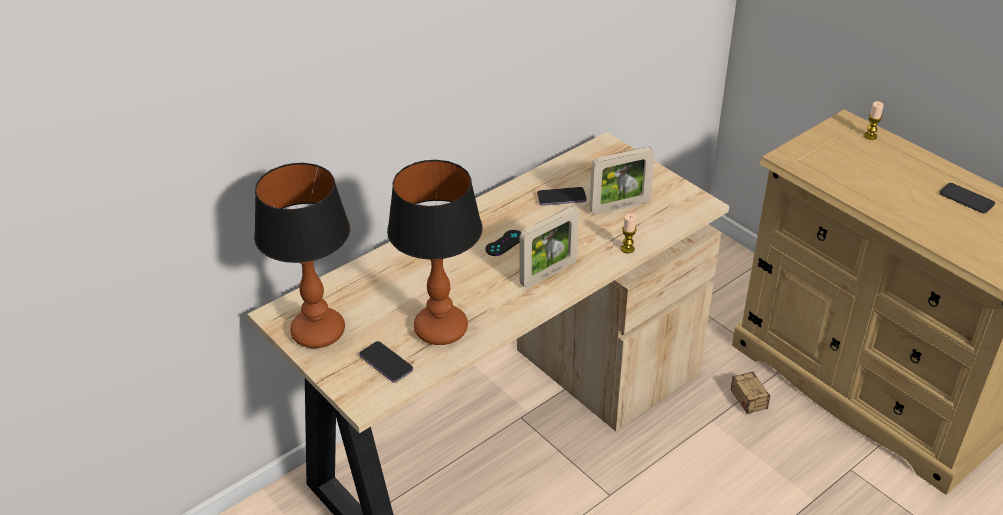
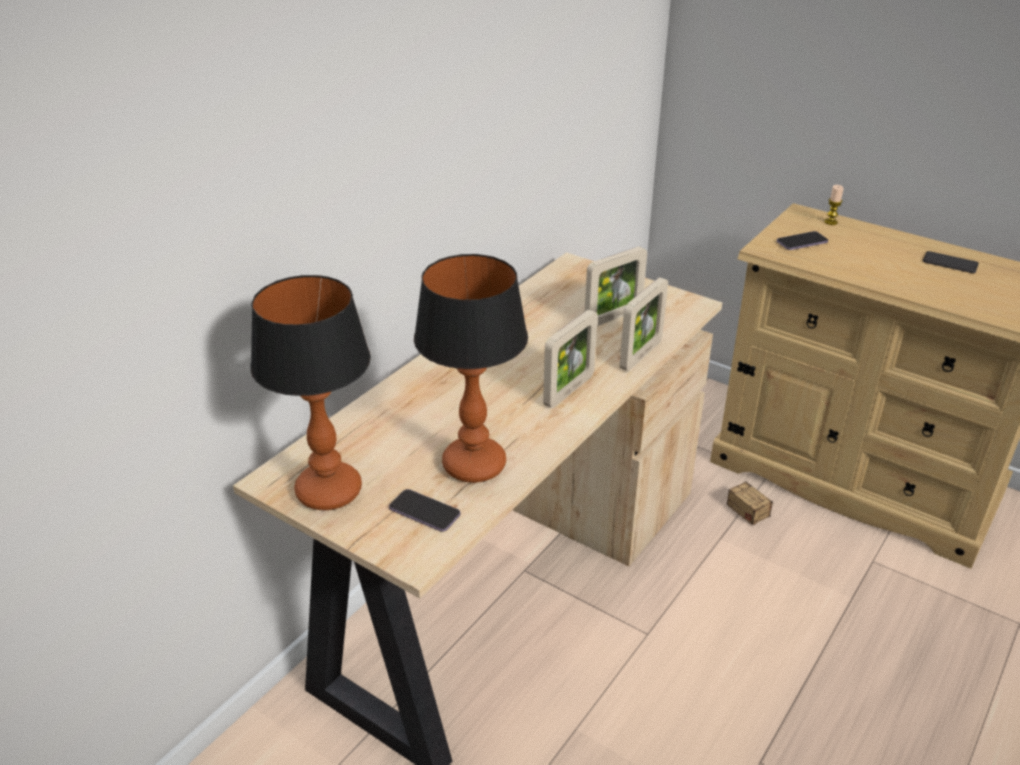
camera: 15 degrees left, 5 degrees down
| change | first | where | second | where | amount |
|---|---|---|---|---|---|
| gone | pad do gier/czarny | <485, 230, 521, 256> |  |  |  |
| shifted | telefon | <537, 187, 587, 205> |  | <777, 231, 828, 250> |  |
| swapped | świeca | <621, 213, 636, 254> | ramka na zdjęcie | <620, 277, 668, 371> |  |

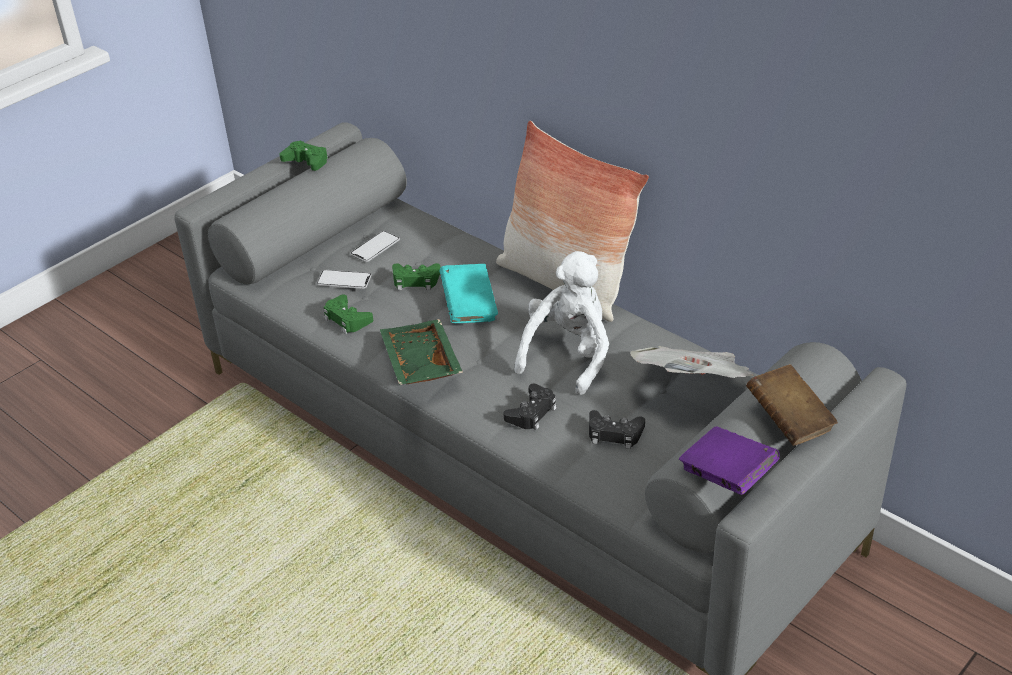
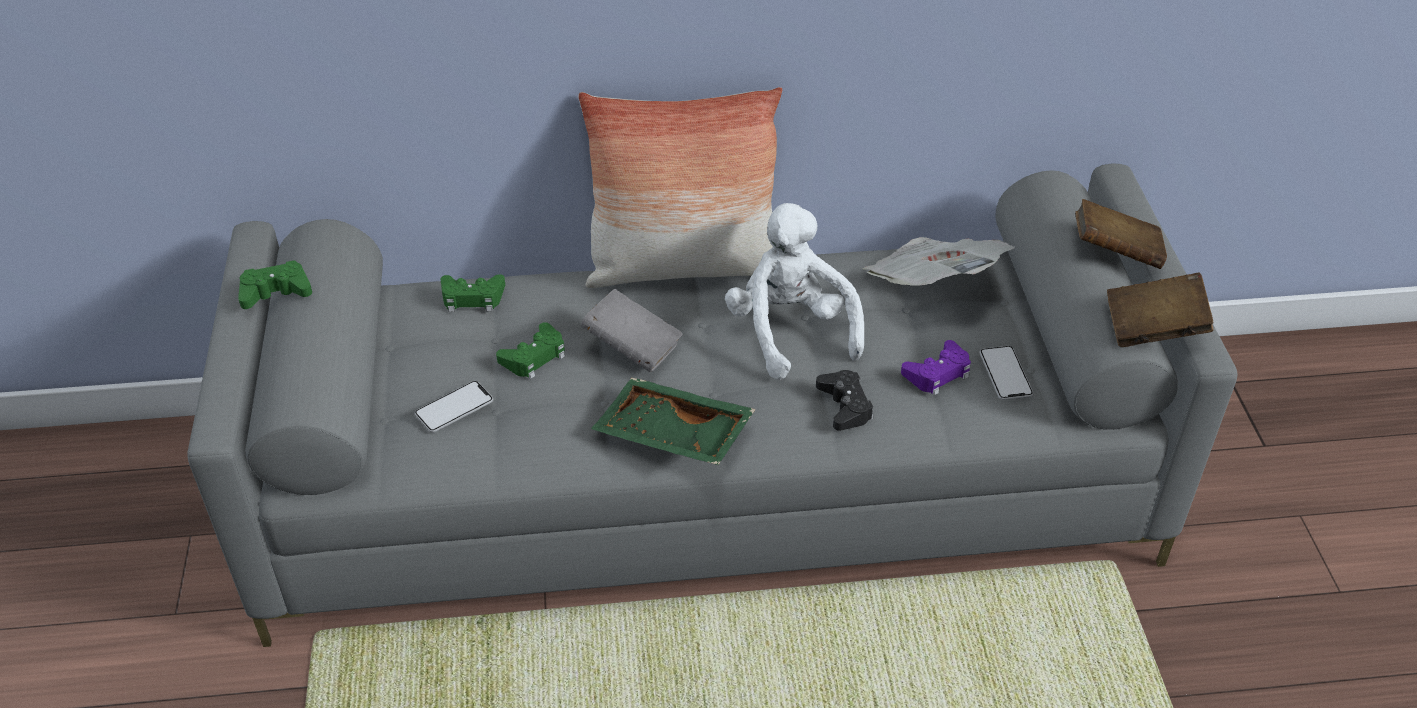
camera: 50 degrees left, 5 degrees up
| change | first | where | second | where | amount |
|---|---|---|---|---|---|
| shifted | pad do gier/zielony | <324, 295, 373, 334> |  | <441, 274, 505, 312> |  |
| shifted | telefon | <350, 231, 400, 262> |  | <979, 346, 1033, 400> |  |
| repainted | książka/turkusowy | <439, 264, 498, 323> | książka/szary | <581, 289, 683, 373> |  |
| repainted | pad do gier/czarny | <589, 410, 645, 449> | pad do gier/fioletowy | <901, 340, 971, 395> |  |
| repainted | książka/fioletowy | <679, 426, 780, 495> | książka/brązowy | <1107, 273, 1214, 347> |  |

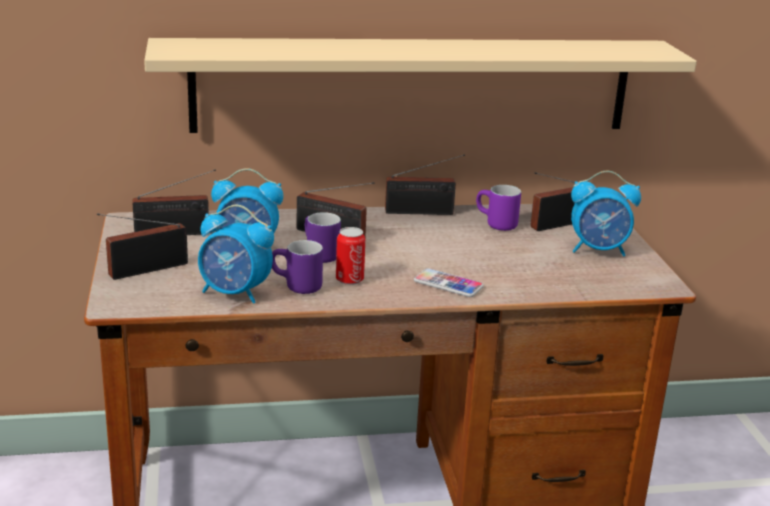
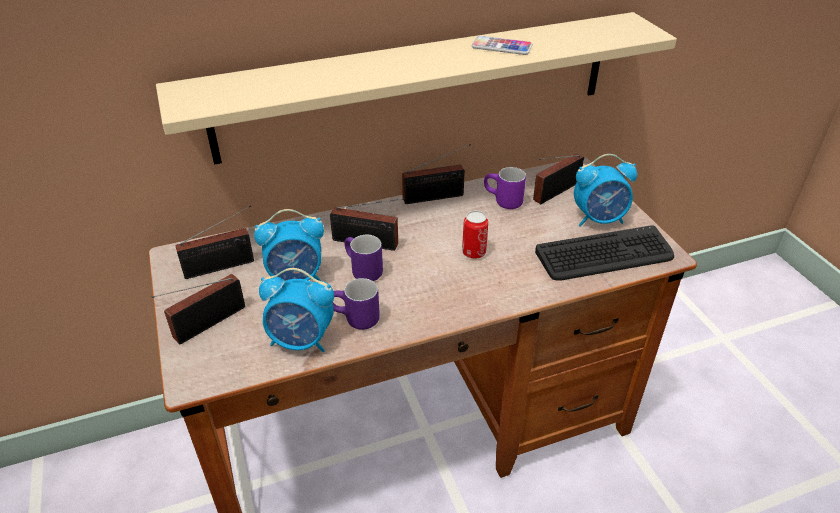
camera: 10 degrees left, 15 degrees up
| change | first | where | second | where | amount |
|---|---|---|---|---|---|
| shifted | puszka | <336, 227, 365, 285> |  | <462, 211, 488, 259> |  |
| shifted | telefon | <414, 268, 484, 297> |  | <472, 36, 533, 55> |  |
| new |  |  | klawiatura | <535, 225, 674, 281> |  |

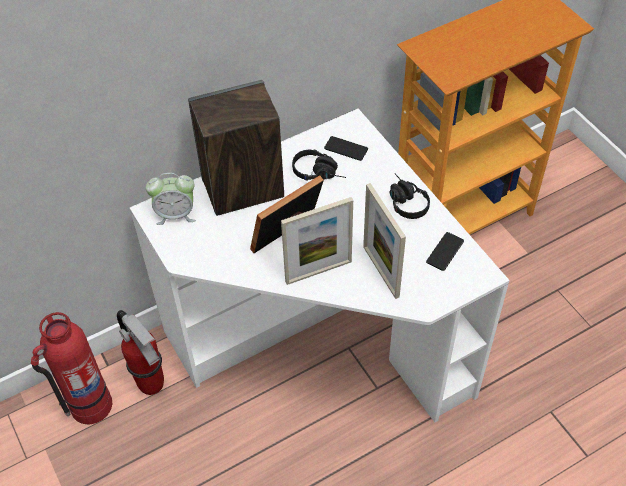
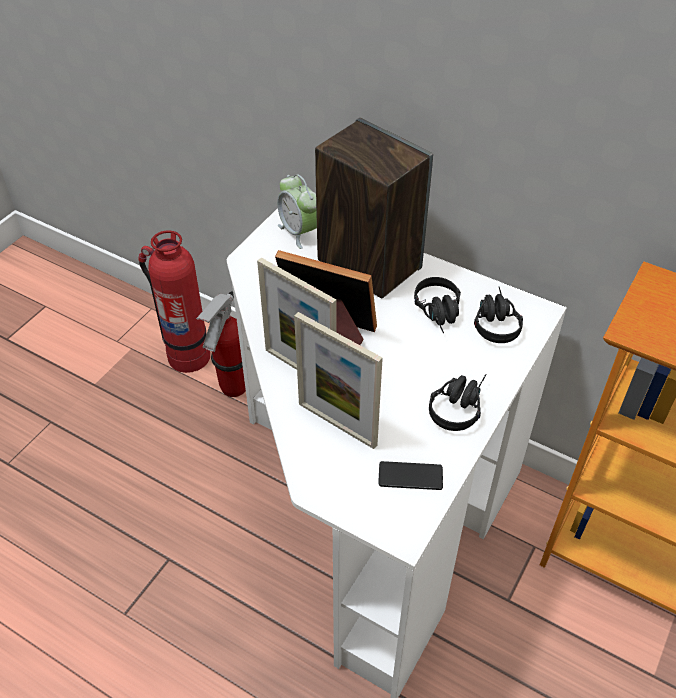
camera: 60 degrees right, 5 degrees down
| change | first | where | second | where | amount |
|---|---|---|---|---|---|
| swapped | telefon | <324, 136, 368, 161> | słuchawki/czarny | <474, 287, 523, 343> |  |
| rotated | ramka na zdjęcie | <363, 183, 406, 299> |  | <294, 312, 383, 449> | 90 degrees counterclockwise |

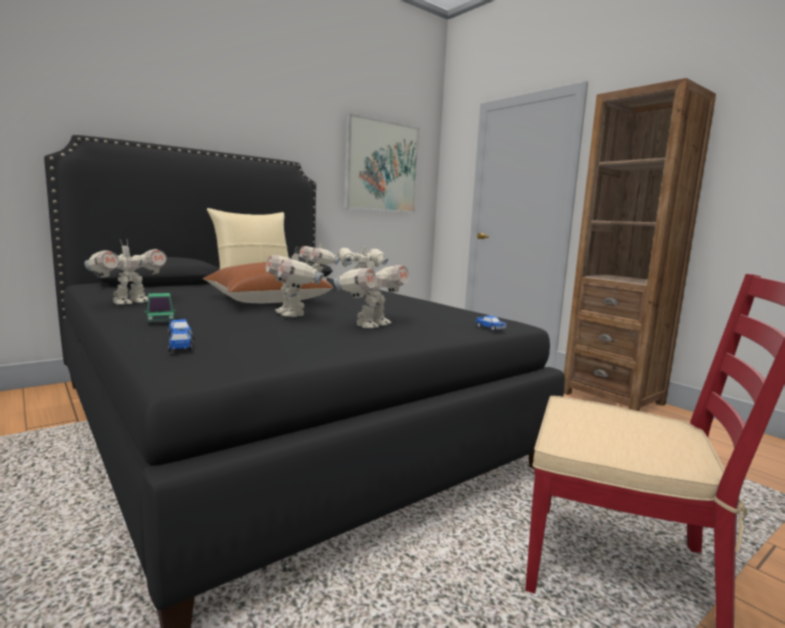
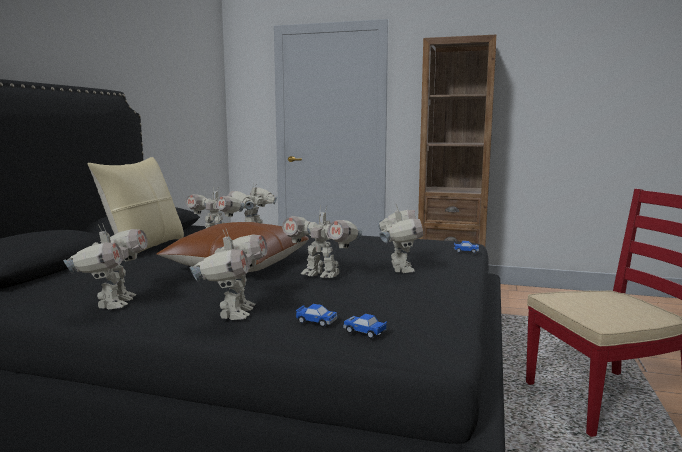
camera: 35 degrees left, 0 degrees up
| change | first | where | second | where | amount |
|---|---|---|---|---|---|
| swapped | samochodzik | <144, 293, 176, 323> | robot zabawkowy | <189, 229, 267, 320> |  |
| gone | obraz | <344, 113, 420, 213> |  |  |  |

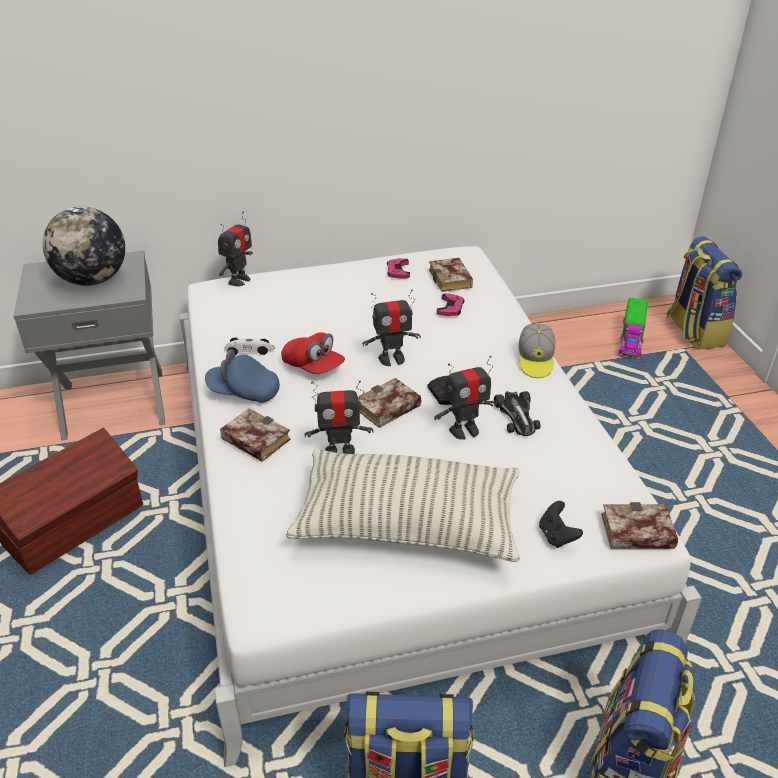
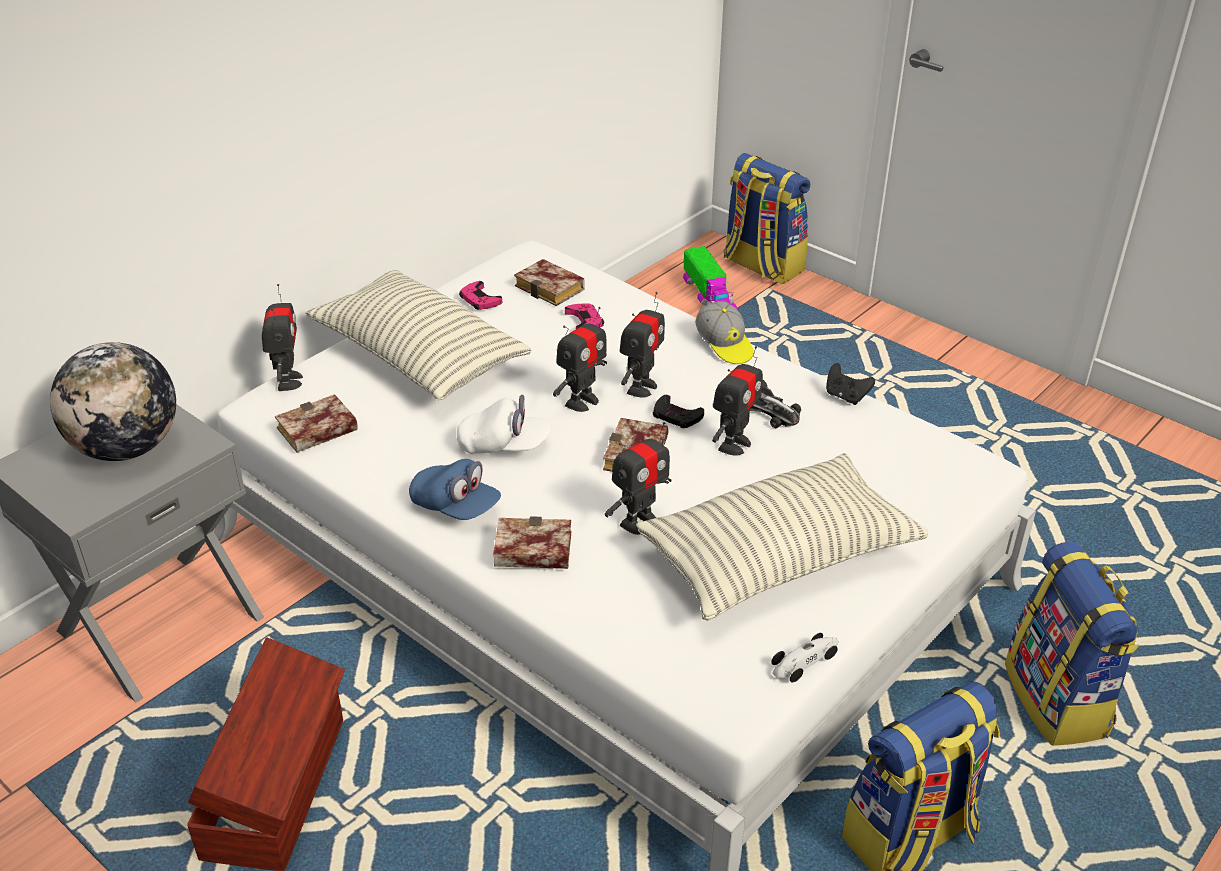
camera: 35 degrees left, 0 degrees up
| change | first | where | second | where | amount |
|---|---|---|---|---|---|
| rotated | czapka z daszkiem/niebieski | <205, 349, 280, 403> |  | <409, 459, 501, 520> | 120 degrees counterclockwise |
| shifted | samochodzik | <224, 338, 275, 355> |  | <771, 633, 838, 682> |  |
| repainted | czapka z daszkiem/czerwony | <281, 332, 345, 374> | czapka z daszkiem/biały | <457, 395, 550, 454> |  |
| shifted | pad do gier/czarny | <539, 501, 583, 548> |  | <826, 363, 875, 405> |  |
| shifted | książka | <601, 502, 678, 549> |  | <275, 394, 358, 453> |  |
| new |  |  | poduszka | <306, 270, 531, 400> |  |
| new |  |  | robot zabawkowy | <620, 292, 665, 398> |  |

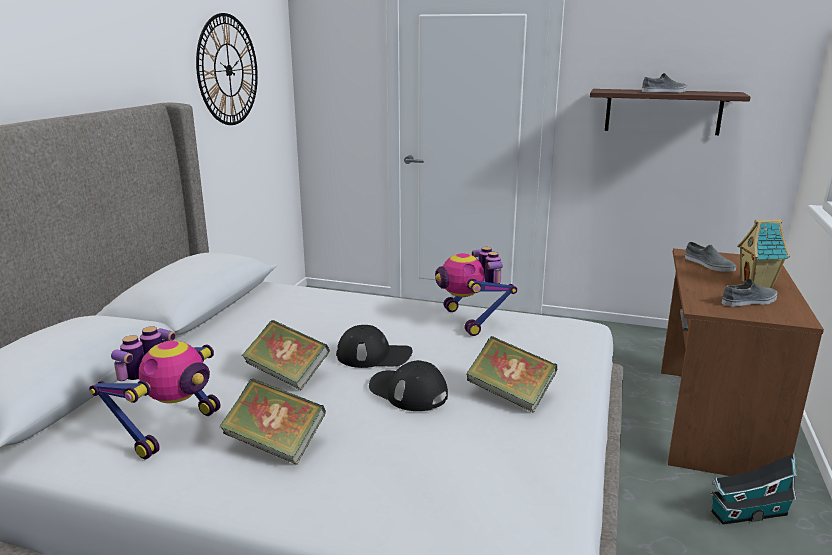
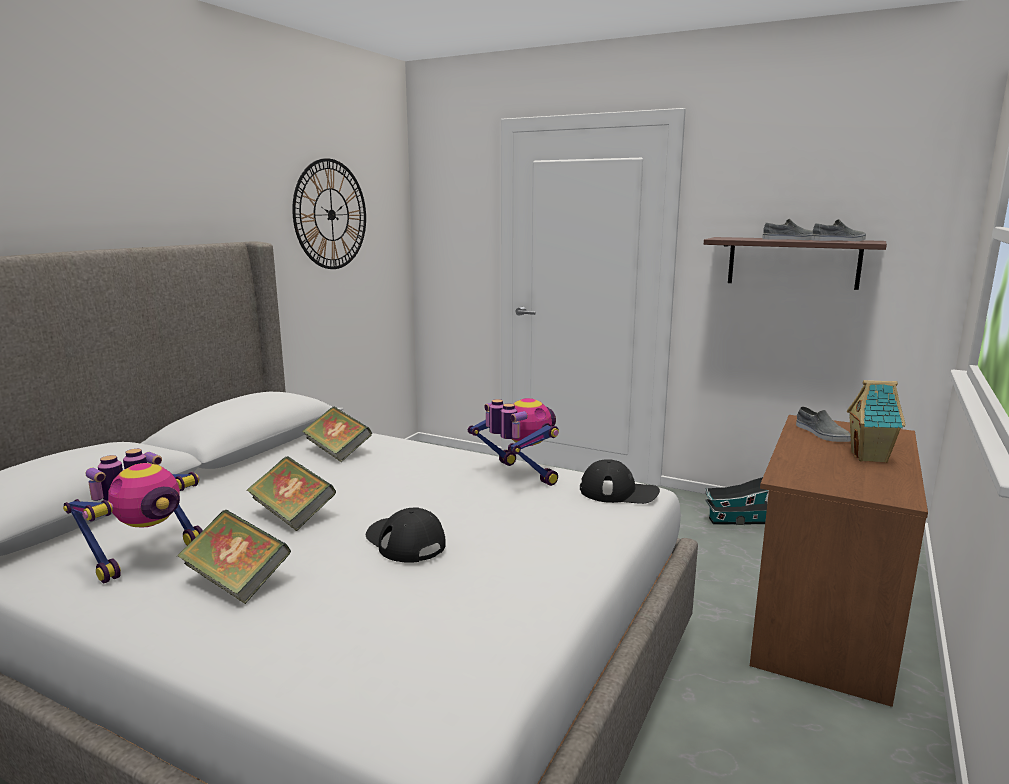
camera: 10 degrees right, 5 degrees down
| change | first | where | second | where | amount |
|---|---|---|---|---|---|
| shifted | czapka z daszkiem/czarny | <336, 325, 413, 368> |  | <580, 459, 660, 504> |  |
| rotated | robot zabawkowy | <435, 247, 517, 336> |  | <468, 398, 559, 486> | 150 degrees clockwise |
| shifted | książka | <466, 336, 557, 413> |  | <302, 407, 372, 462> |  |
| shifted | domek | <710, 453, 797, 525> |  | <705, 477, 769, 525> |  |
| shifted | but/szary | <722, 279, 778, 307> |  | <812, 219, 866, 241> |  |

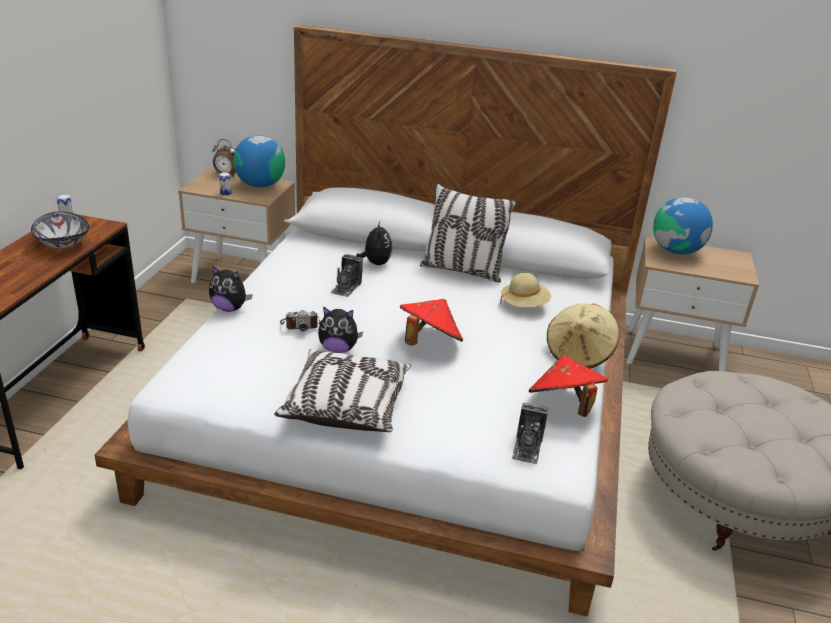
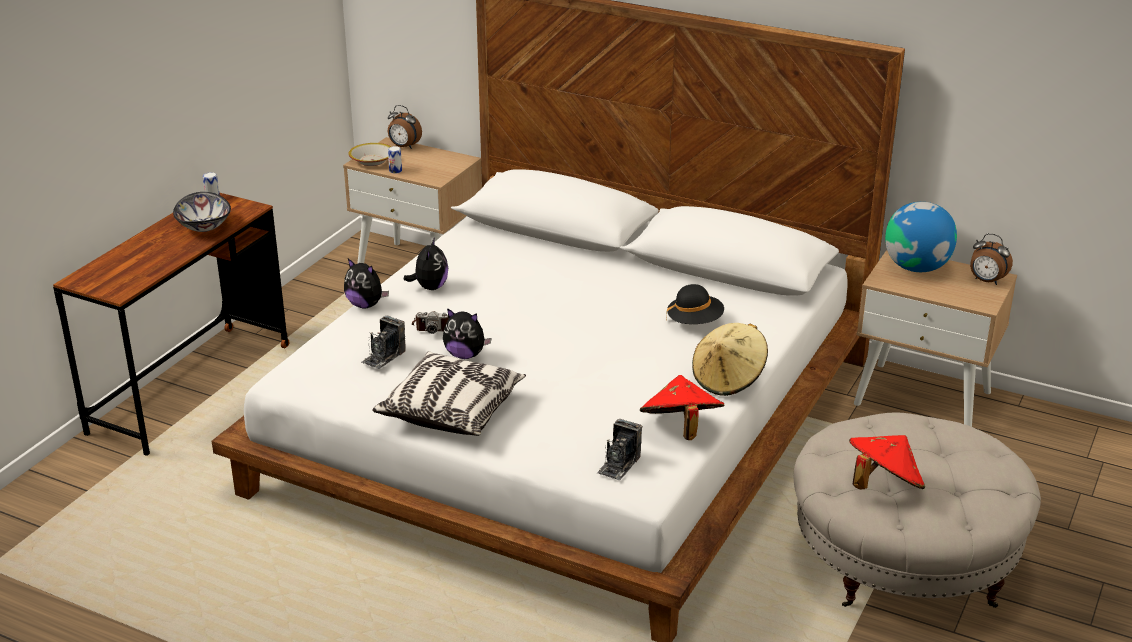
camera: 15 degrees right, 0 degrees up
| change | first | where | second | where | amount |
|---|---|---|---|---|---|
| gone | globus | <234, 135, 285, 187> |  |  |  |
| shifted | aparat fotograficzny | <330, 254, 363, 297> |  | <361, 316, 405, 369> |  |
| shifted | pluszak | <356, 221, 392, 265> |  | <404, 237, 448, 290> |  |
| shifted | kapelusz/czerwony | <400, 299, 463, 346> |  | <849, 435, 925, 490> |  |
| gone | poduszka | <420, 184, 517, 283> |  |  |  |
| repainted | kapelusz/beżowy | <500, 273, 551, 307> | kapelusz/czarny | <666, 284, 724, 324> |  |
| new |  |  | miska | <348, 143, 391, 166> |  |
| new |  |  | budzik | <970, 233, 1013, 285> |  |

